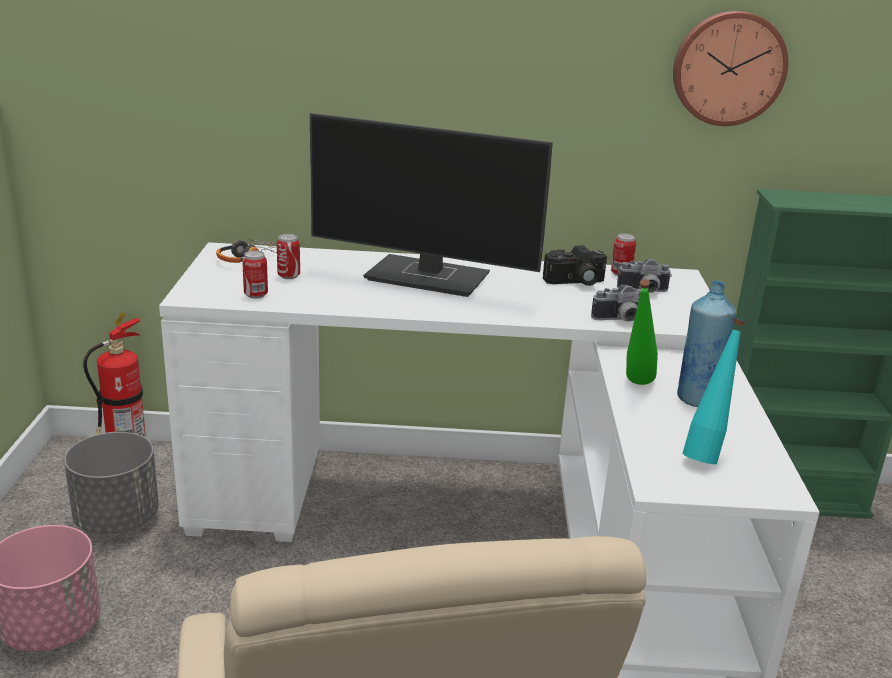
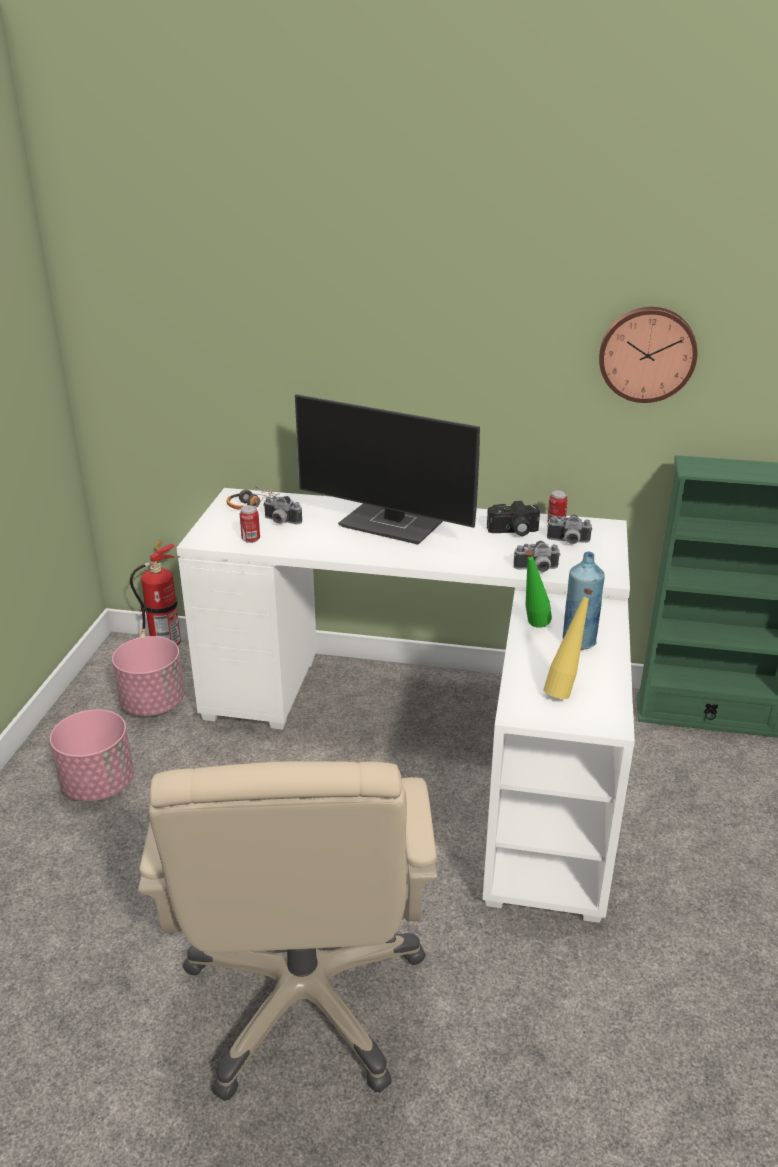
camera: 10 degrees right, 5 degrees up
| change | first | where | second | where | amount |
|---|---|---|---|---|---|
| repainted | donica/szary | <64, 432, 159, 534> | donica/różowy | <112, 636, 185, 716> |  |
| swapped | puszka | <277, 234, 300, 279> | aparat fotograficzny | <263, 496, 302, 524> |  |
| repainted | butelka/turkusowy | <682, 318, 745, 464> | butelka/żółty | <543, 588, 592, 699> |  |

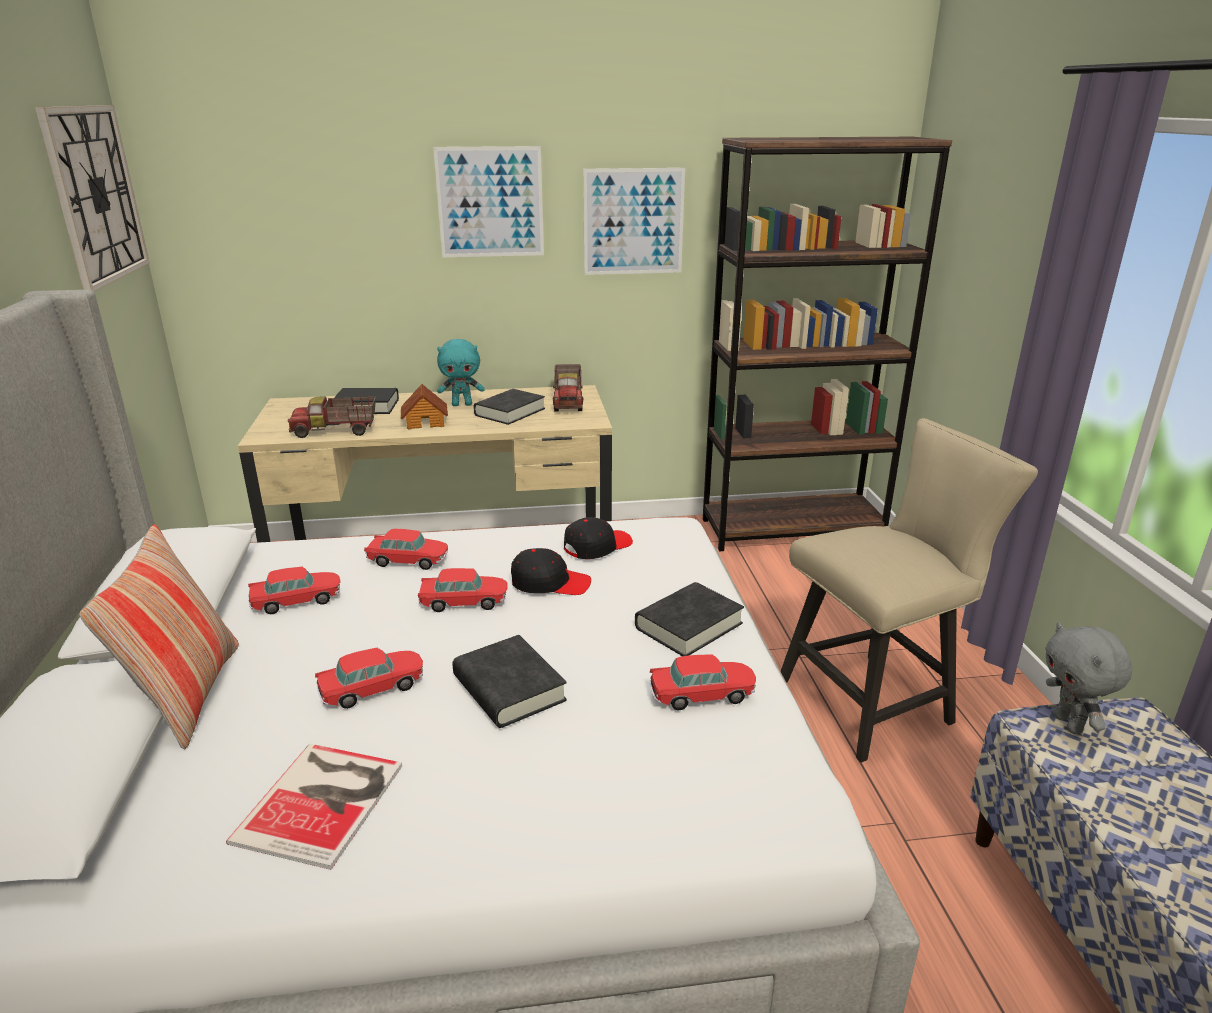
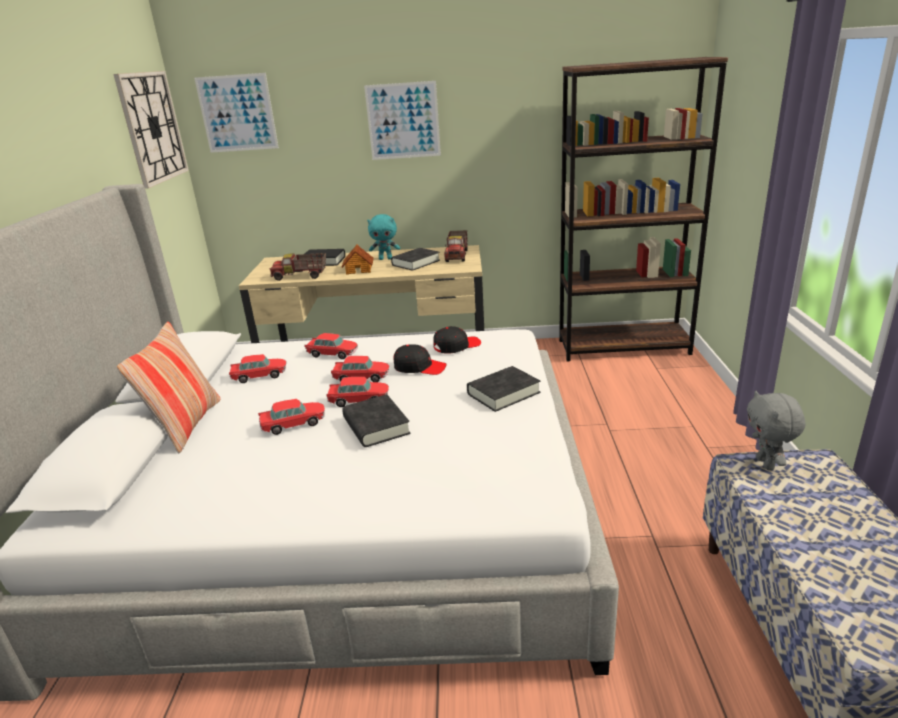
camera: 10 degrees right, 0 degrees up
| change | first | where | second | where | amount |
|---|---|---|---|---|---|
| gone | książka | <226, 744, 402, 870> |  |  |  |
| shifted | obraz | <583, 168, 685, 275> |  | <194, 73, 279, 153> |  |
| shifted | samochodzik | <650, 654, 756, 710> |  | <326, 377, 389, 407> |  |
| gone | krzesło/beżowy | <780, 418, 1038, 763> |  |  |  |

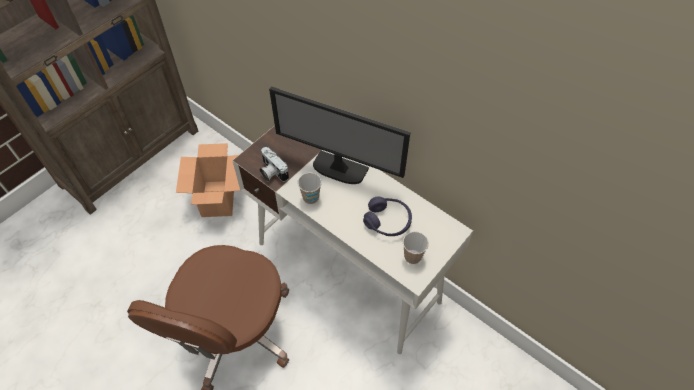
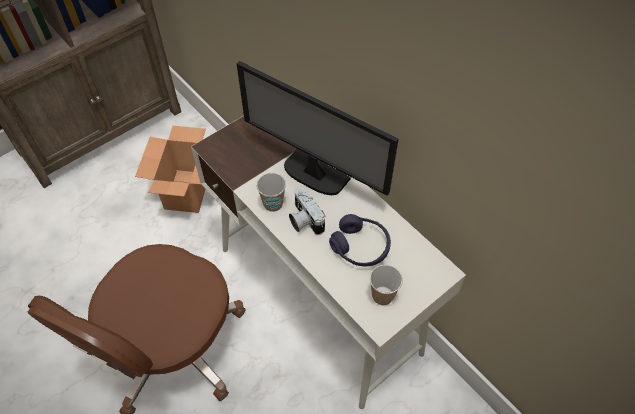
camera: 10 degrees right, 0 degrees up
| change | first | where | second | where | amount |
|---|---|---|---|---|---|
| shifted | aparat fotograficzny | <260, 147, 289, 182> |  | <289, 187, 325, 235> |  |

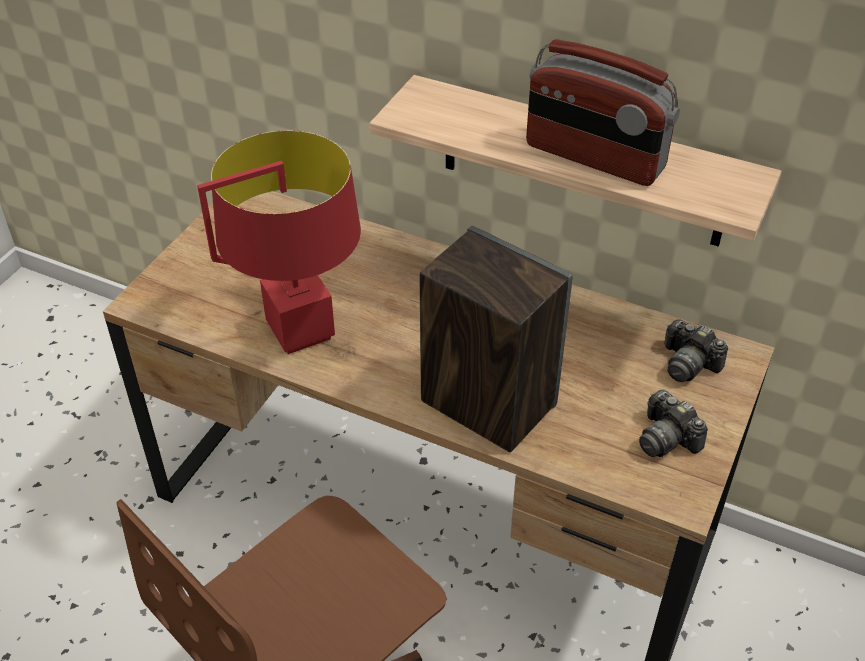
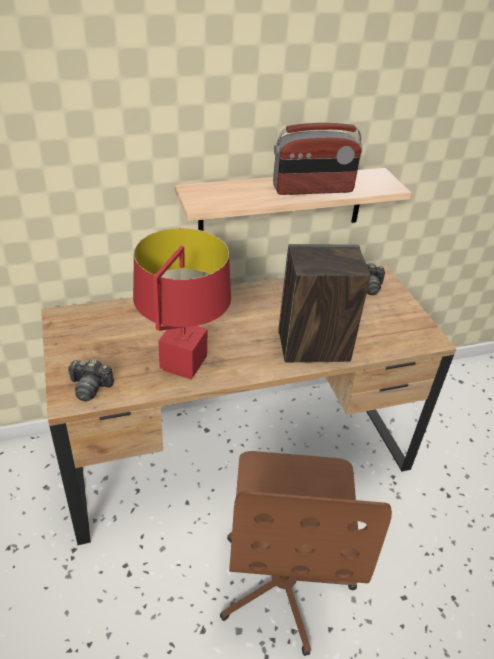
camera: 45 degrees left, 5 degrees down
| change | first | where | second | where | amount |
|---|---|---|---|---|---|
| shifted | aparat fotograficzny | <639, 390, 708, 457> |  | <68, 359, 114, 401> |  |

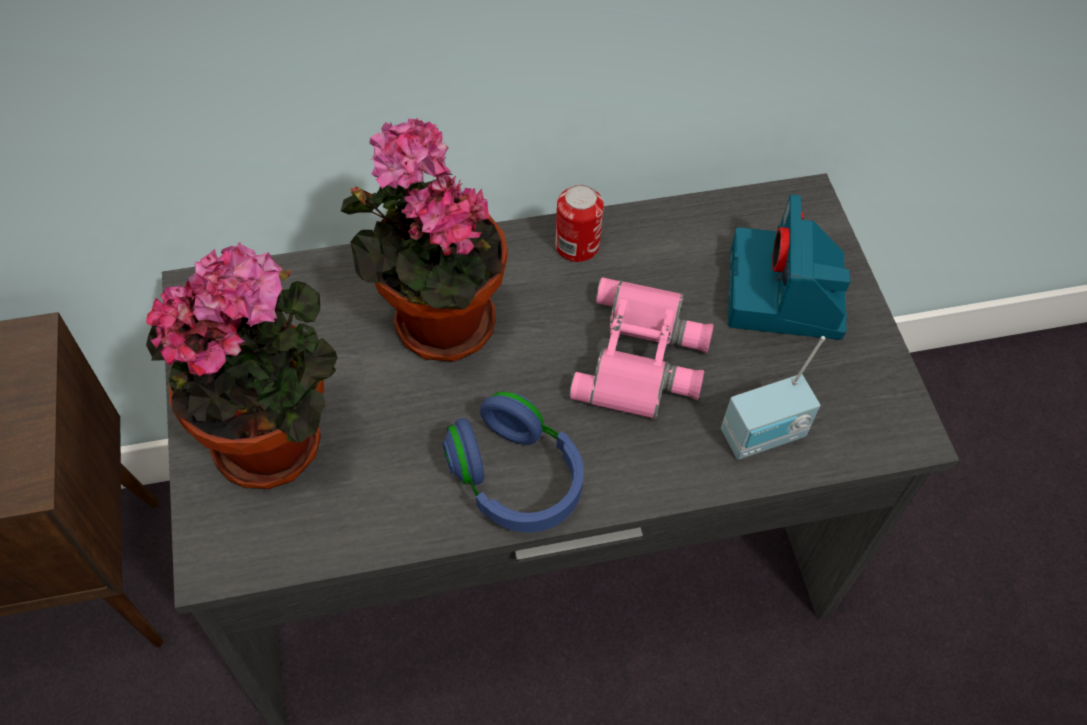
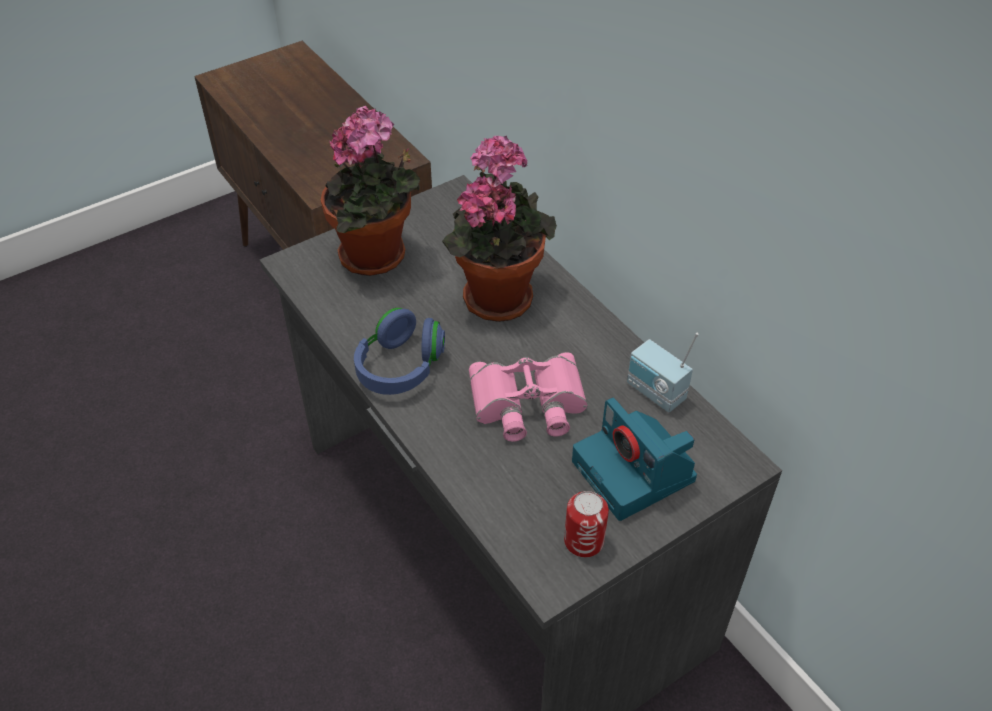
camera: 70 degrees right, 10 degrees down
| change | first | where | second | where | amount |
|---|---|---|---|---|---|
| shifted | puszka | <555, 184, 604, 262> |  | <564, 491, 609, 557> |  |
| shifted | radio | <721, 336, 825, 460> |  | <627, 333, 698, 412> |  |
| rotated | aparat fotograficzny | <728, 194, 850, 340> |  | <572, 397, 697, 521> | 105 degrees counterclockwise |

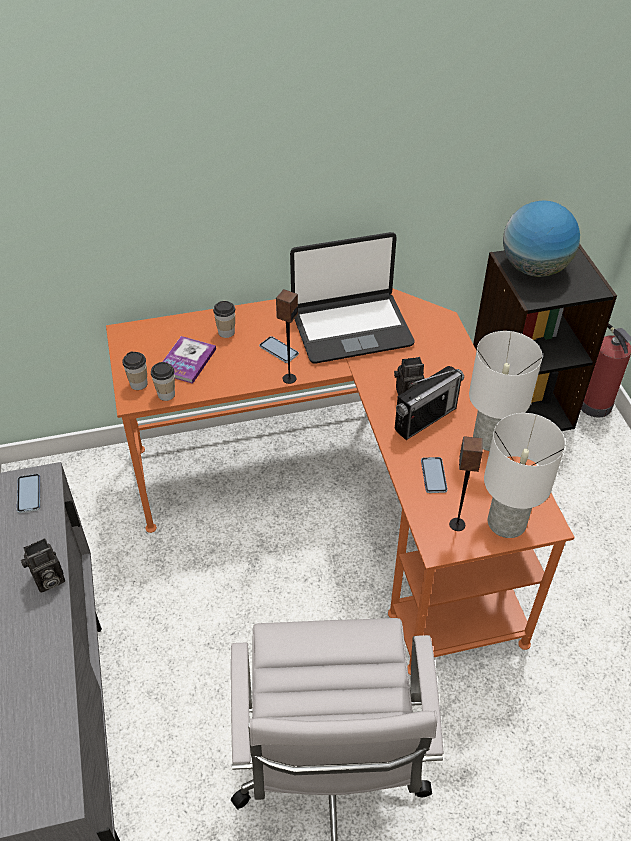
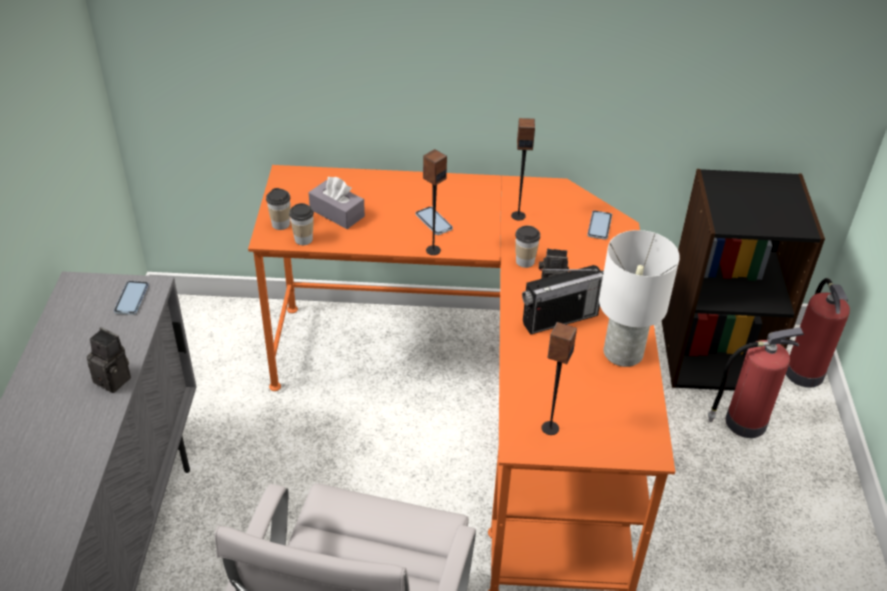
camera: 15 degrees right, 5 degrees down
| change | first | where | second | where | amount |
|---|---|---|---|---|---|
| rotated | aparat fotograficzny | <21, 538, 65, 592> |  | <87, 327, 131, 393> | 135 degrees counterclockwise |
| swapped | książka | <162, 336, 216, 384> | pudełko chusteczek/szary | <308, 176, 365, 229> |  |
| shifted | filiżanka | <213, 301, 235, 338> |  | <515, 225, 540, 268> |  |
| swapped | laptop | <290, 232, 415, 364> | głośnik | <511, 118, 535, 221> |  |
| shifted | telefon | <421, 457, 448, 493> |  | <587, 211, 612, 240> |  |
| gone | lampa stołowa/biały | <484, 413, 565, 538> |  |  |  |
| gone | globus | <503, 200, 580, 277> |  |  |  |
| new |  |  | gaśnica | <708, 327, 805, 438> |  |

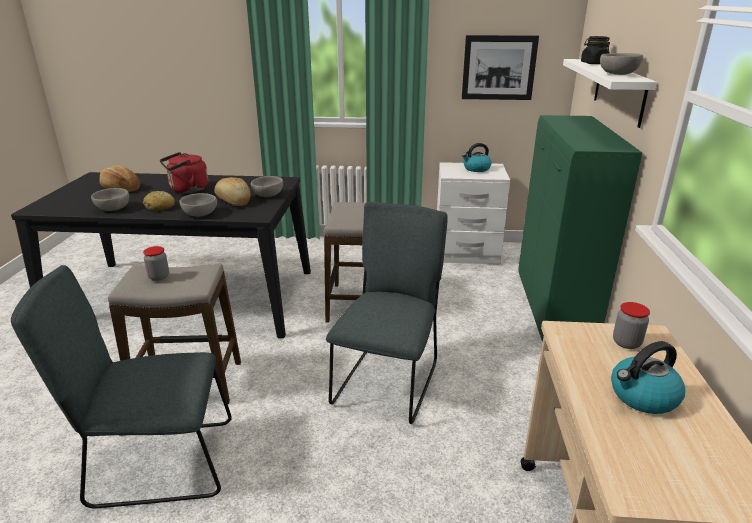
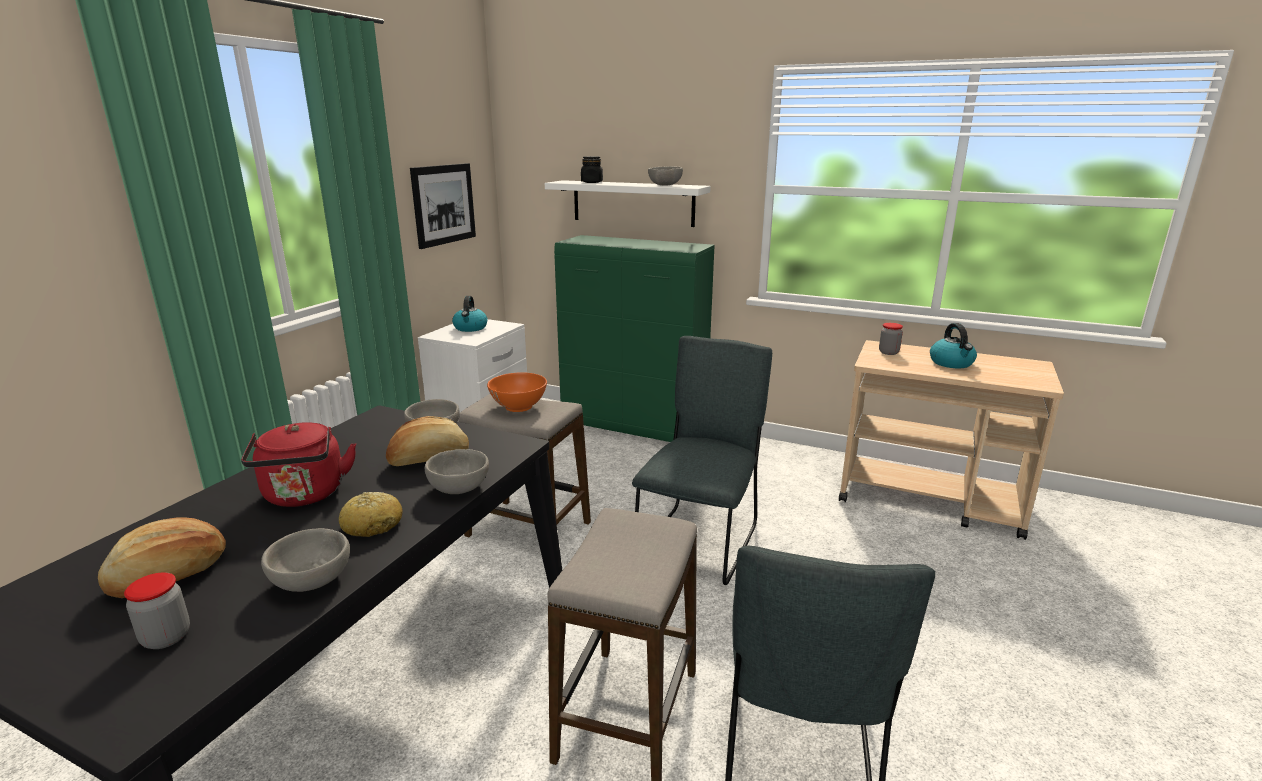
camera: 70 degrees left, 5 degrees down
| change | first | where | second | where | amount |
|---|---|---|---|---|---|
| shifted | słoik | <143, 246, 169, 281> |  | <124, 573, 190, 649> |  |
| rotated | krzesło/szary | <326, 202, 448, 424> |  | <632, 336, 772, 585> | 75 degrees clockwise |
| new |  |  | miska/pomarańczowy | <487, 372, 547, 412> |  |

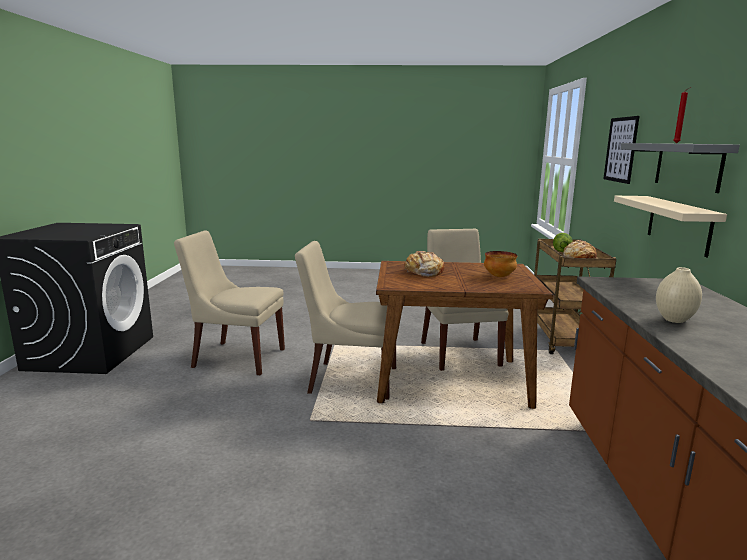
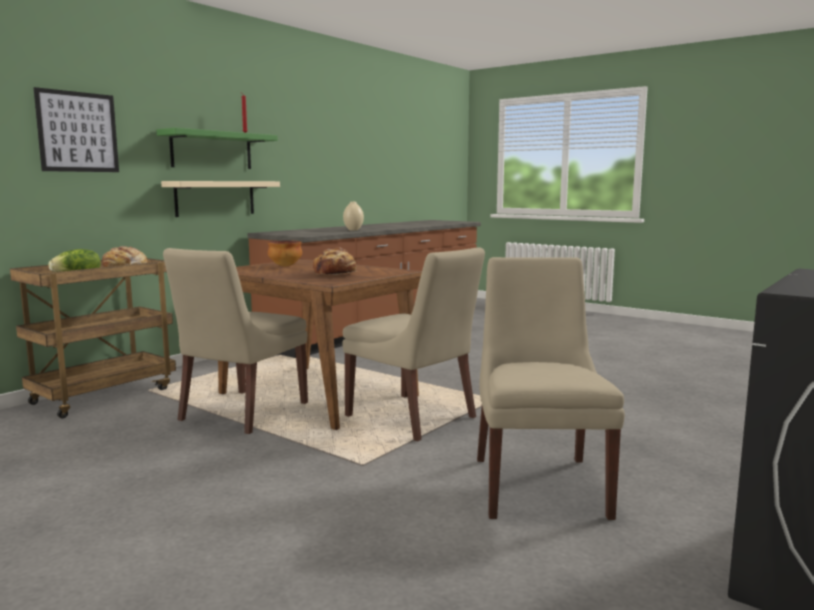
camera: 145 degrees left, 5 degrees down
| change | first | where | second | where | amount |
|---|---|---|---|---|---|
| rotated | krzesło/beżowy | <174, 230, 285, 375> |  | <477, 257, 625, 520> | 135 degrees counterclockwise |
| repainted | półka/szary | <620, 143, 740, 193> | półka/zielony | <157, 128, 278, 169> |  |

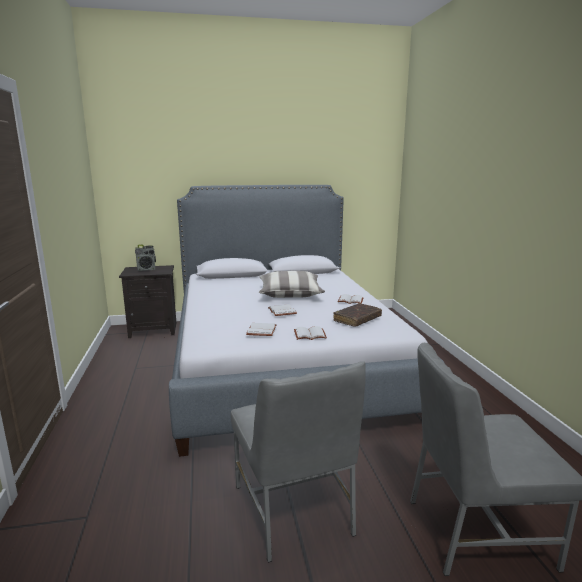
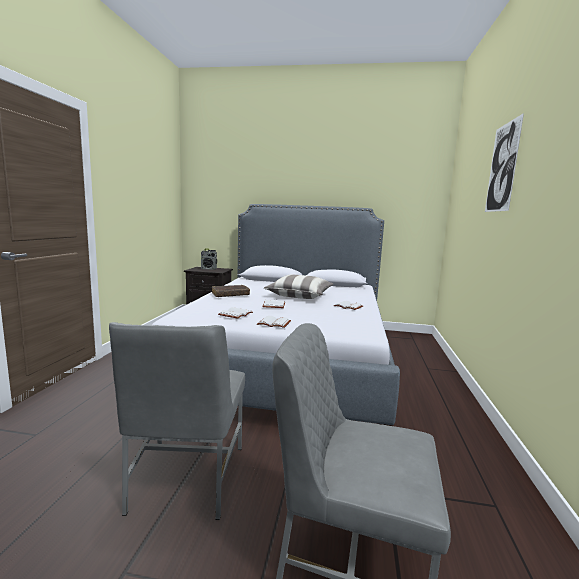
camera: 20 degrees right, 5 degrees down
| change | first | where | second | where | amount |
|---|---|---|---|---|---|
| shifted | książka/brązowy | <333, 303, 382, 327> |  | <212, 285, 250, 297> |  |
| new |  |  | obraz | <485, 113, 524, 212> |  |

